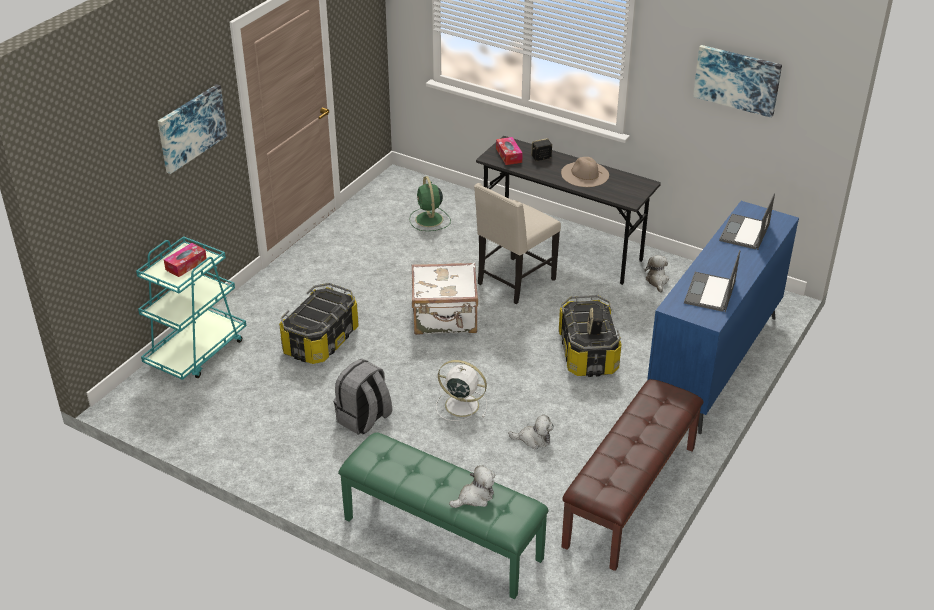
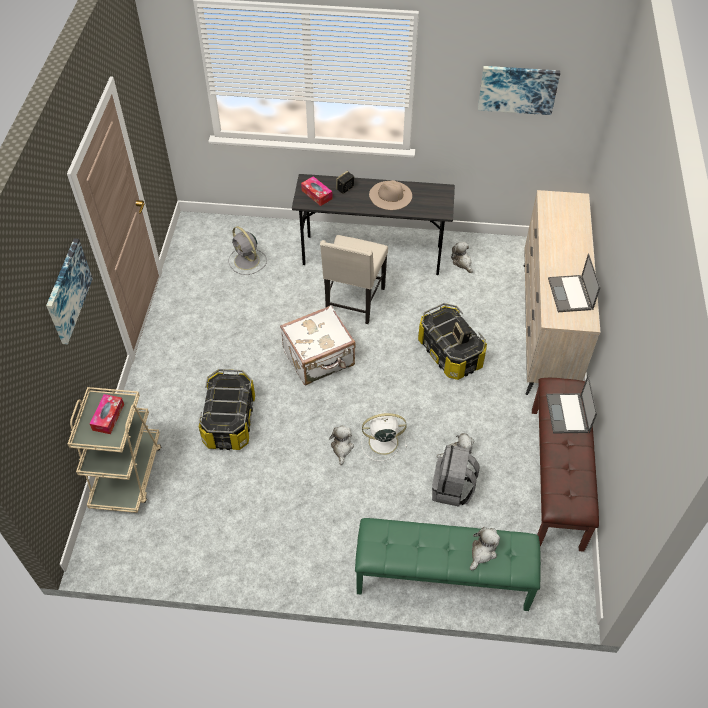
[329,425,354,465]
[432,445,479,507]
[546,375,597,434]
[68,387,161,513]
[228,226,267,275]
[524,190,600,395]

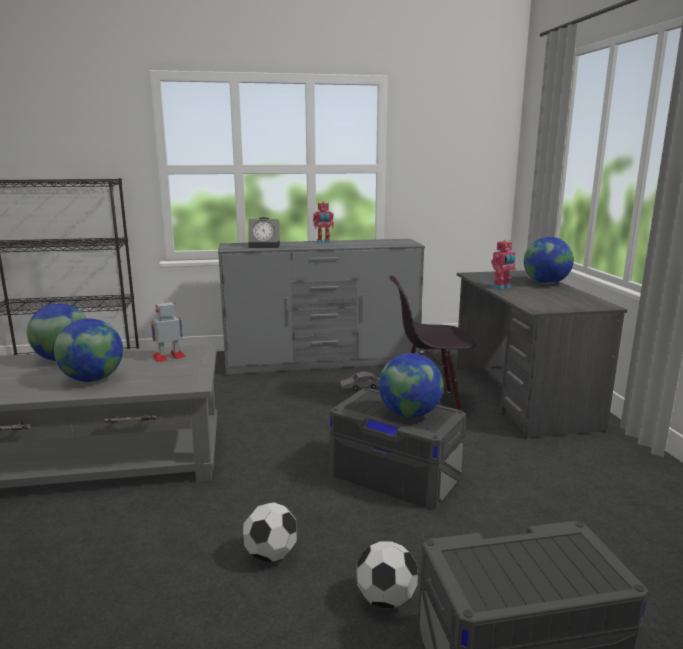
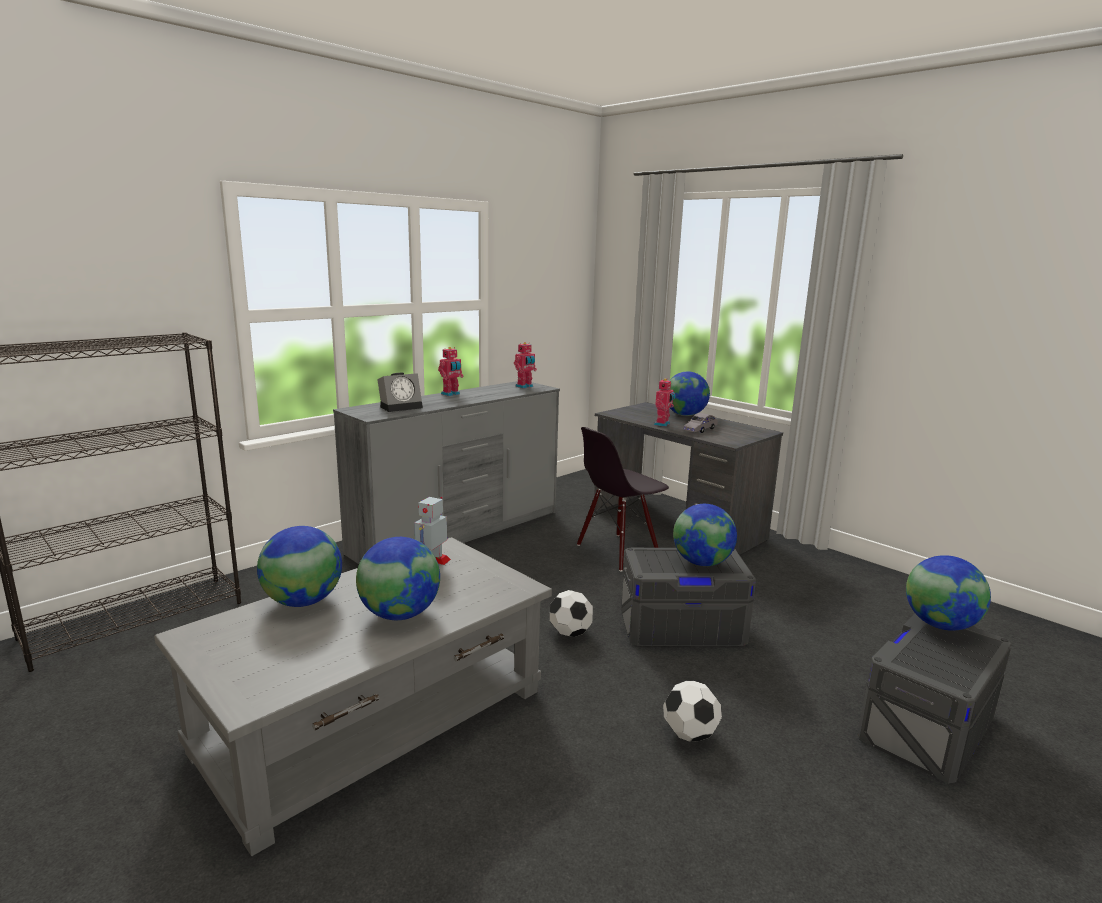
[514,342,537,388]
[906,555,991,631]
[683,413,718,433]
[550,590,593,637]

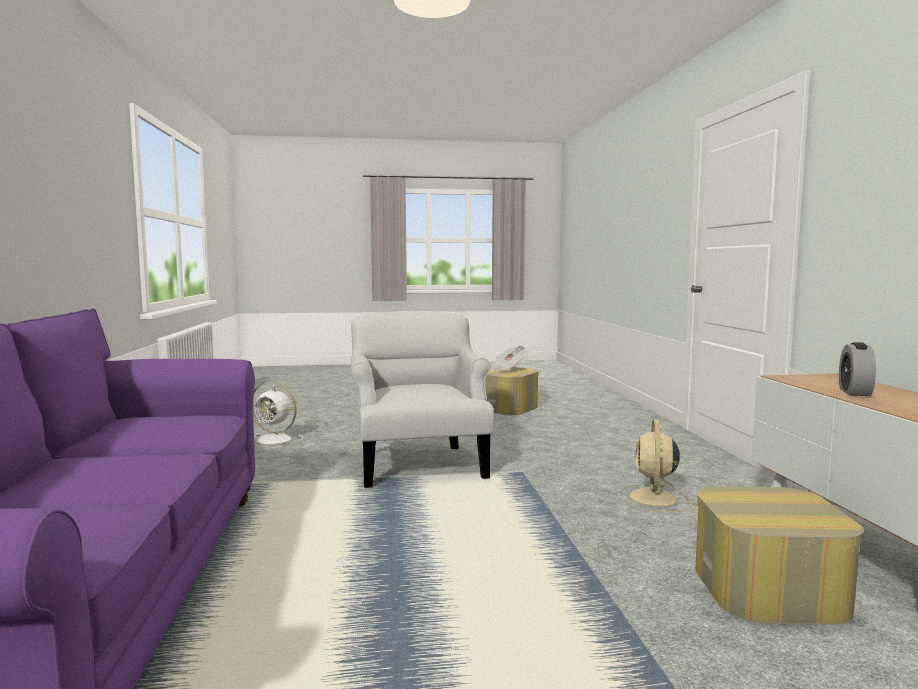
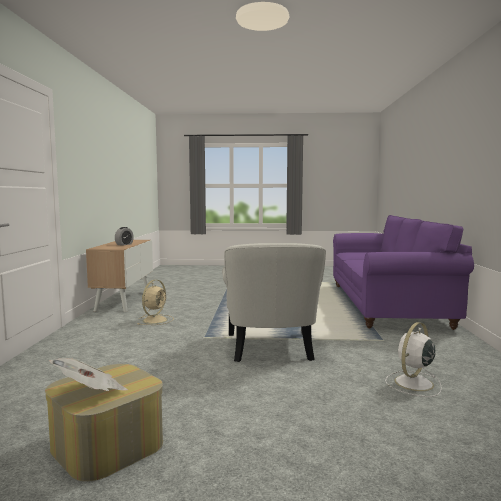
[695,486,864,625] (first image)
[385,322,442,397]

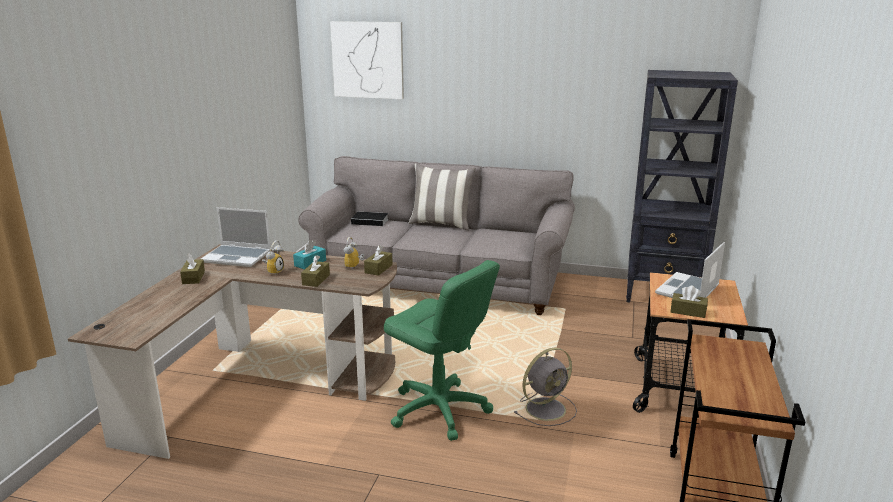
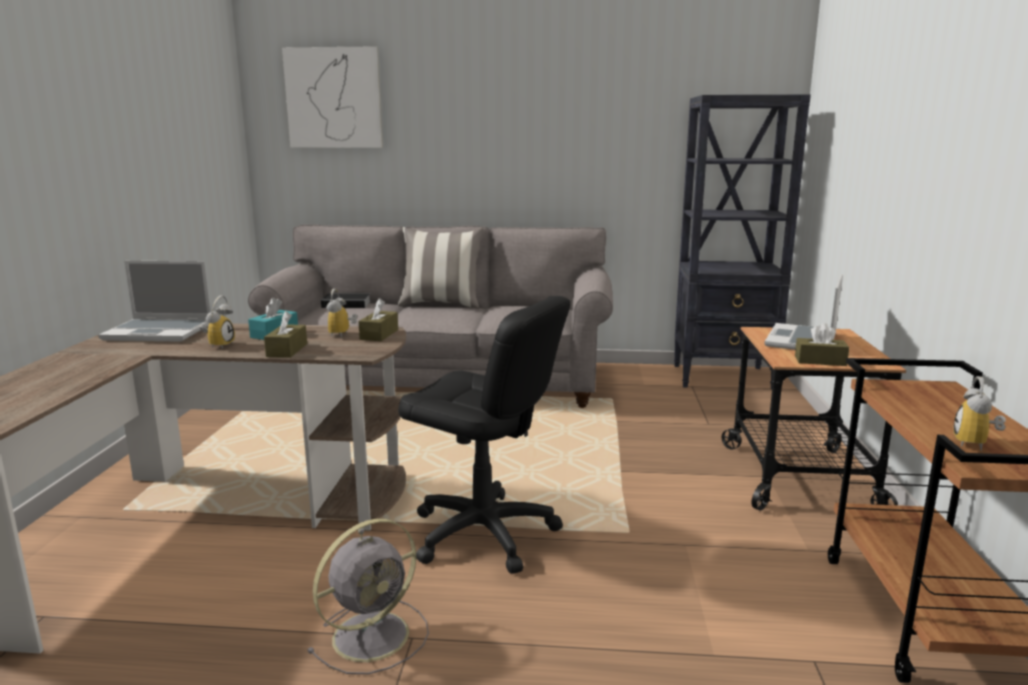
[180,253,205,284] (first image)
[953,376,1006,451]
[307,519,429,674]
[398,296,570,574]

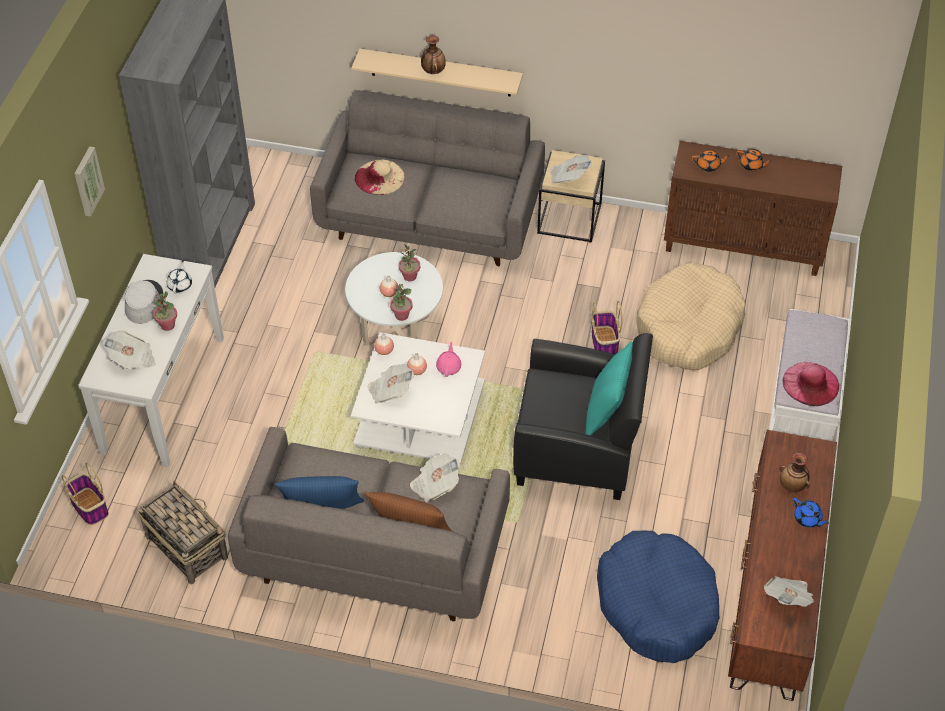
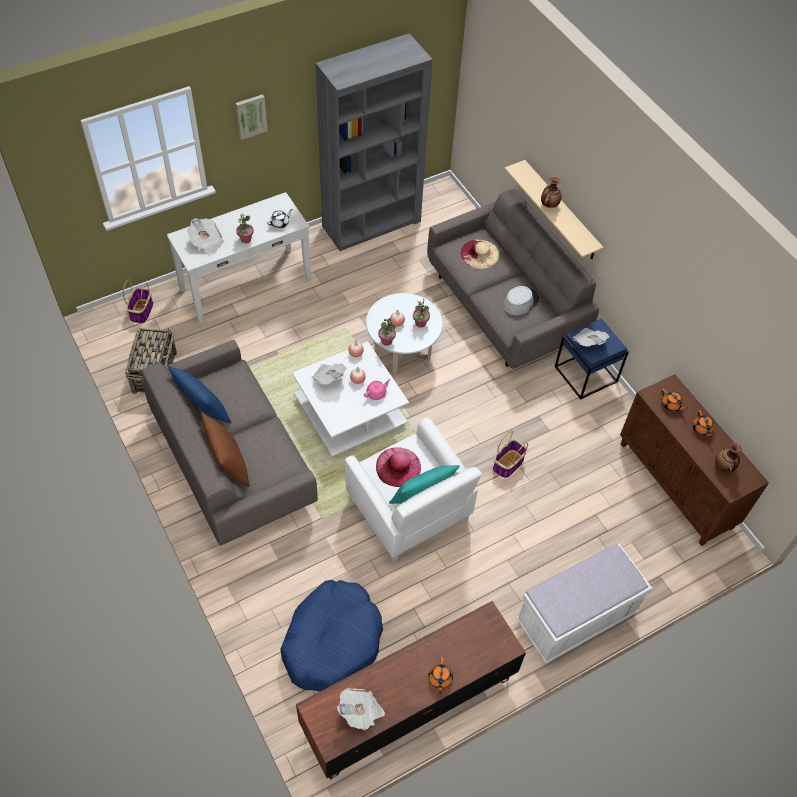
[410,453,460,503] (first image)
[637,263,745,370] (first image)
[503,286,539,315]
[715,442,742,473]
[376,447,421,487]
[345,417,482,562]
[555,318,629,400]
[428,657,453,694]

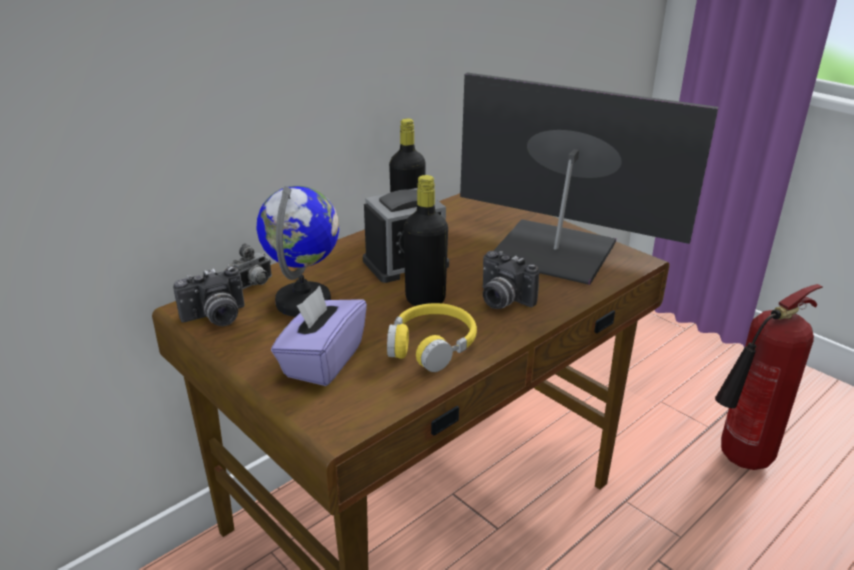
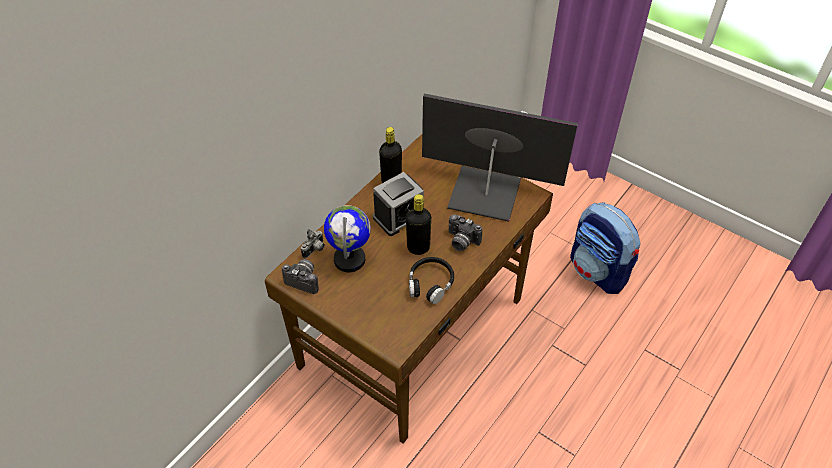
[271,286,367,386] (first image)
[570,203,640,294]
[409,257,454,304]
[282,259,319,294]

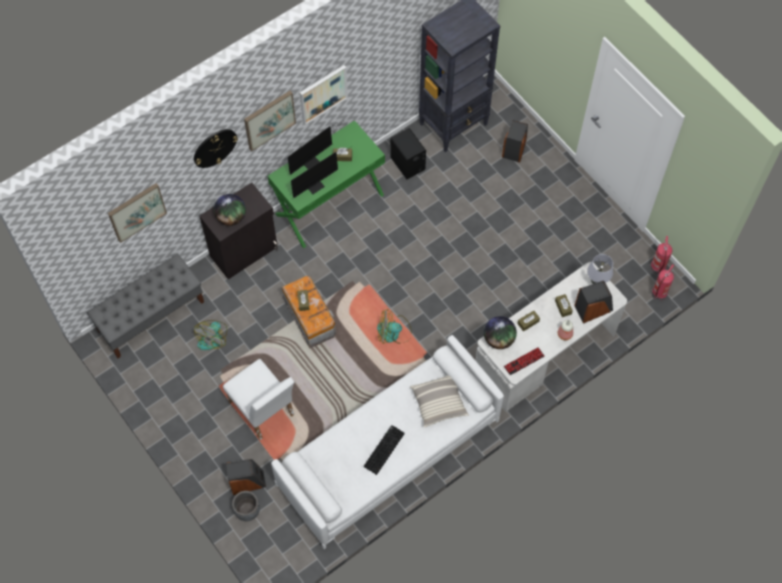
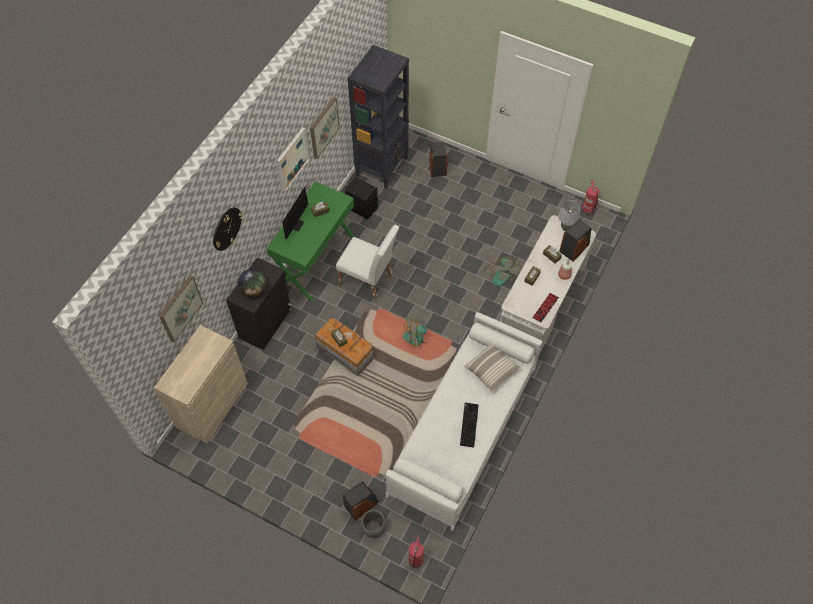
[291,147,350,198] (first image)
[484,316,517,349] (first image)
[484,258,521,286]
[336,225,399,301]
[310,97,340,159]
[408,537,424,568]
[154,325,248,444]

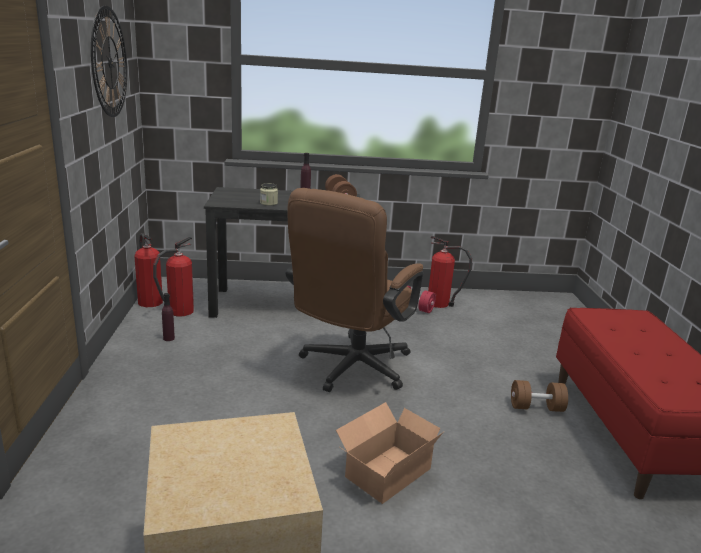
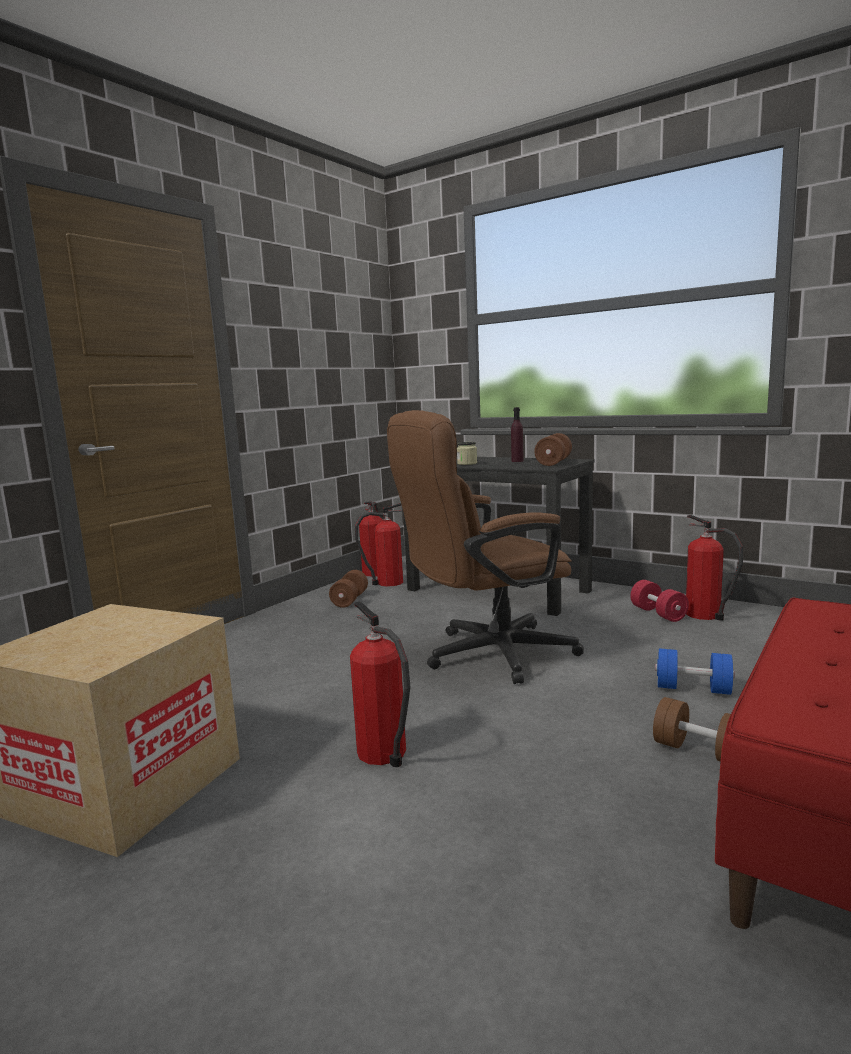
[91,6,127,117] (first image)
[655,648,735,695]
[329,570,368,608]
[350,602,411,767]

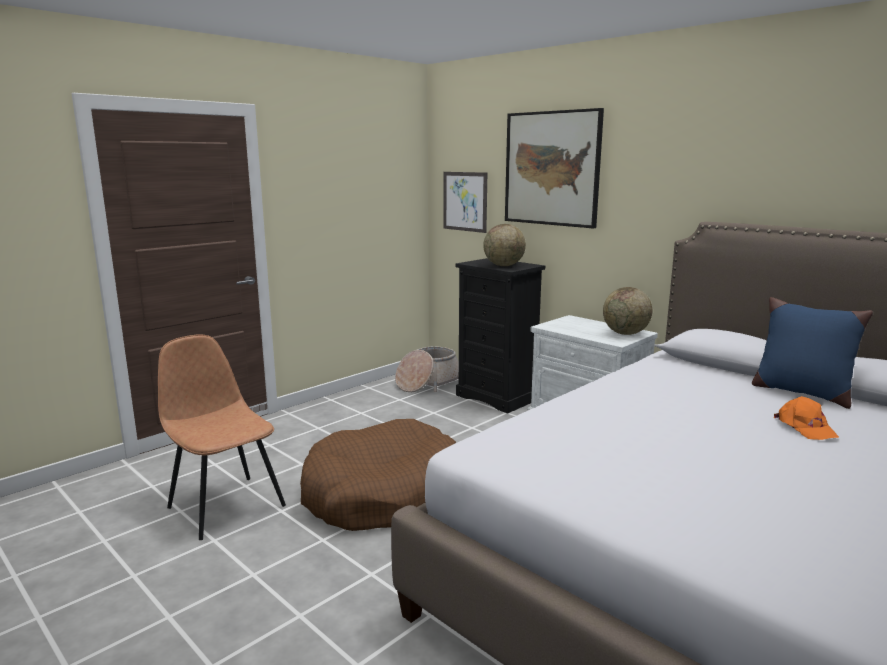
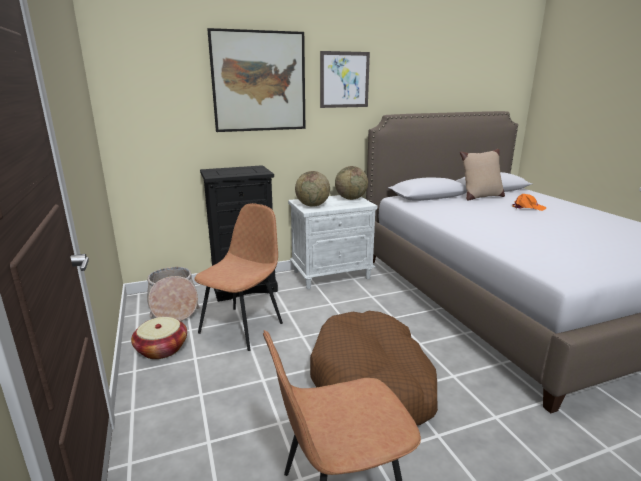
[131,317,187,359]
[194,203,283,351]
[320,51,370,108]
[295,171,330,207]
[460,149,505,201]

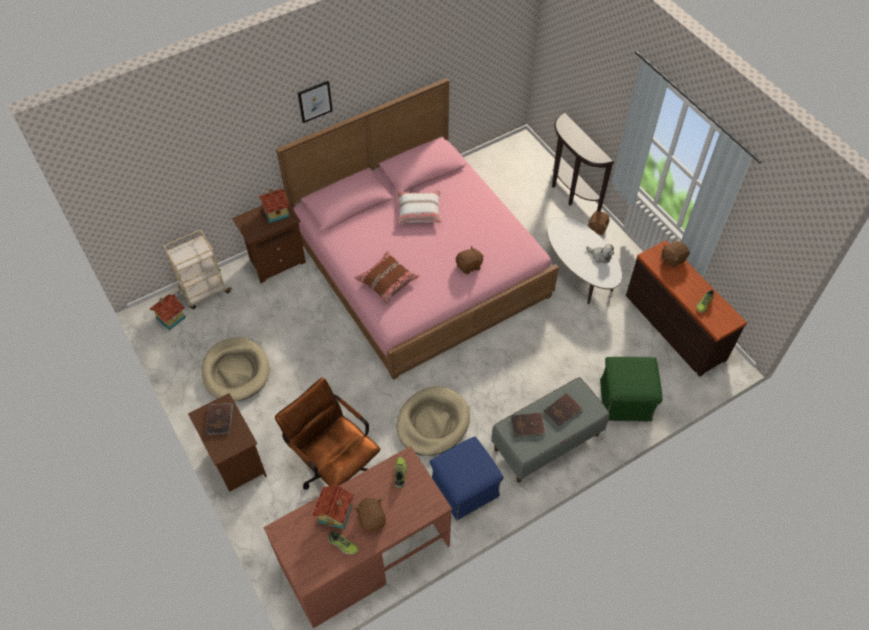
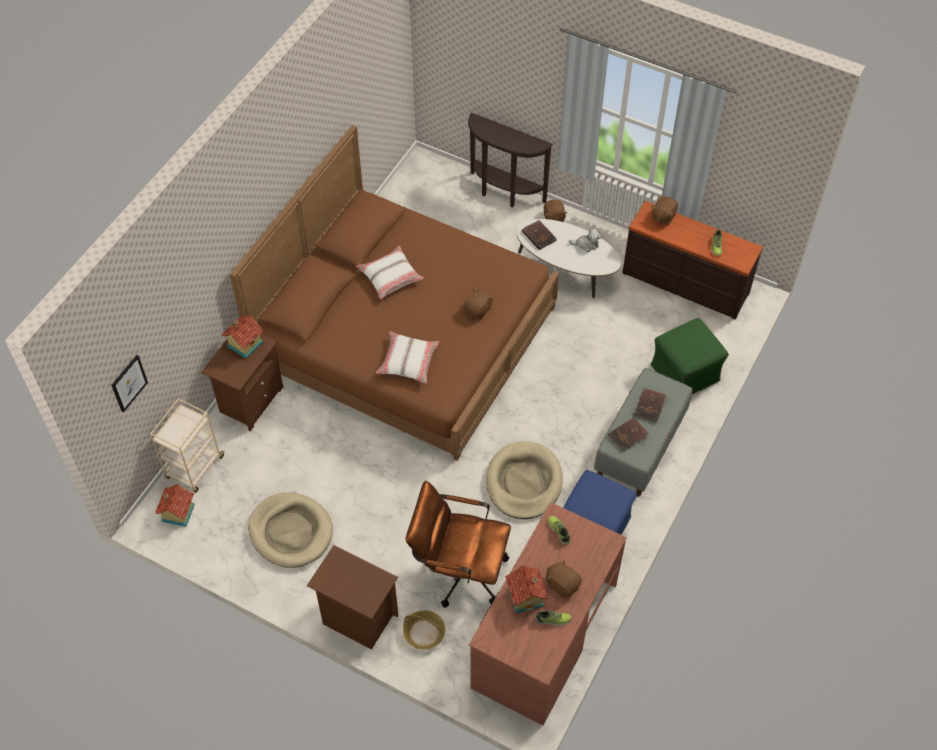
[403,610,445,650]
[522,220,557,250]
[111,355,148,413]
[230,125,559,461]
[376,331,439,383]

